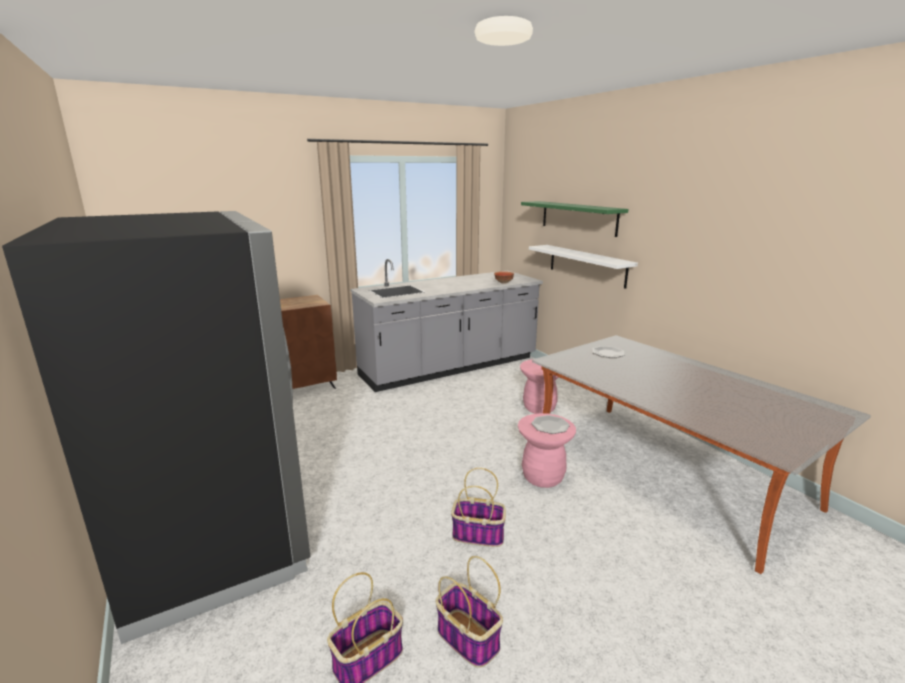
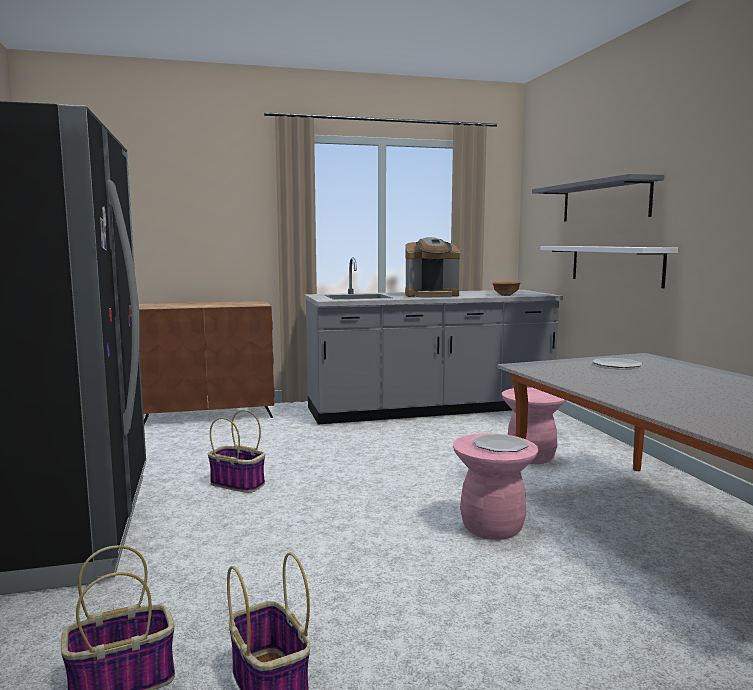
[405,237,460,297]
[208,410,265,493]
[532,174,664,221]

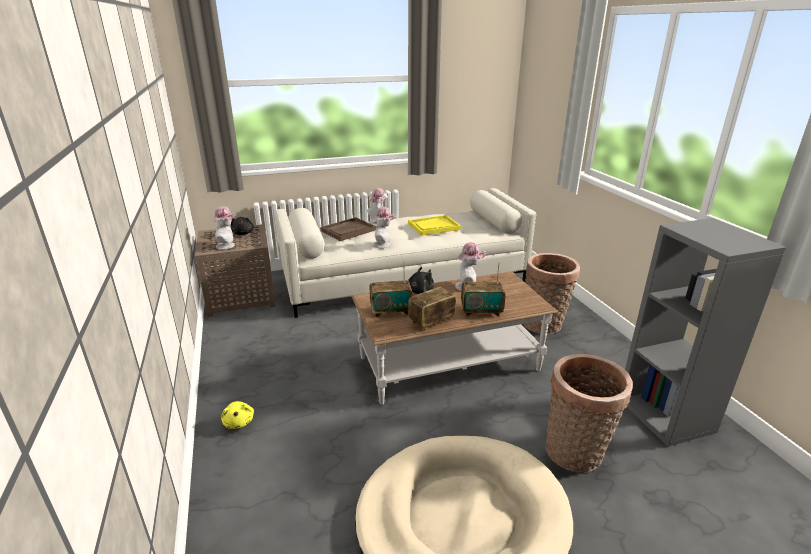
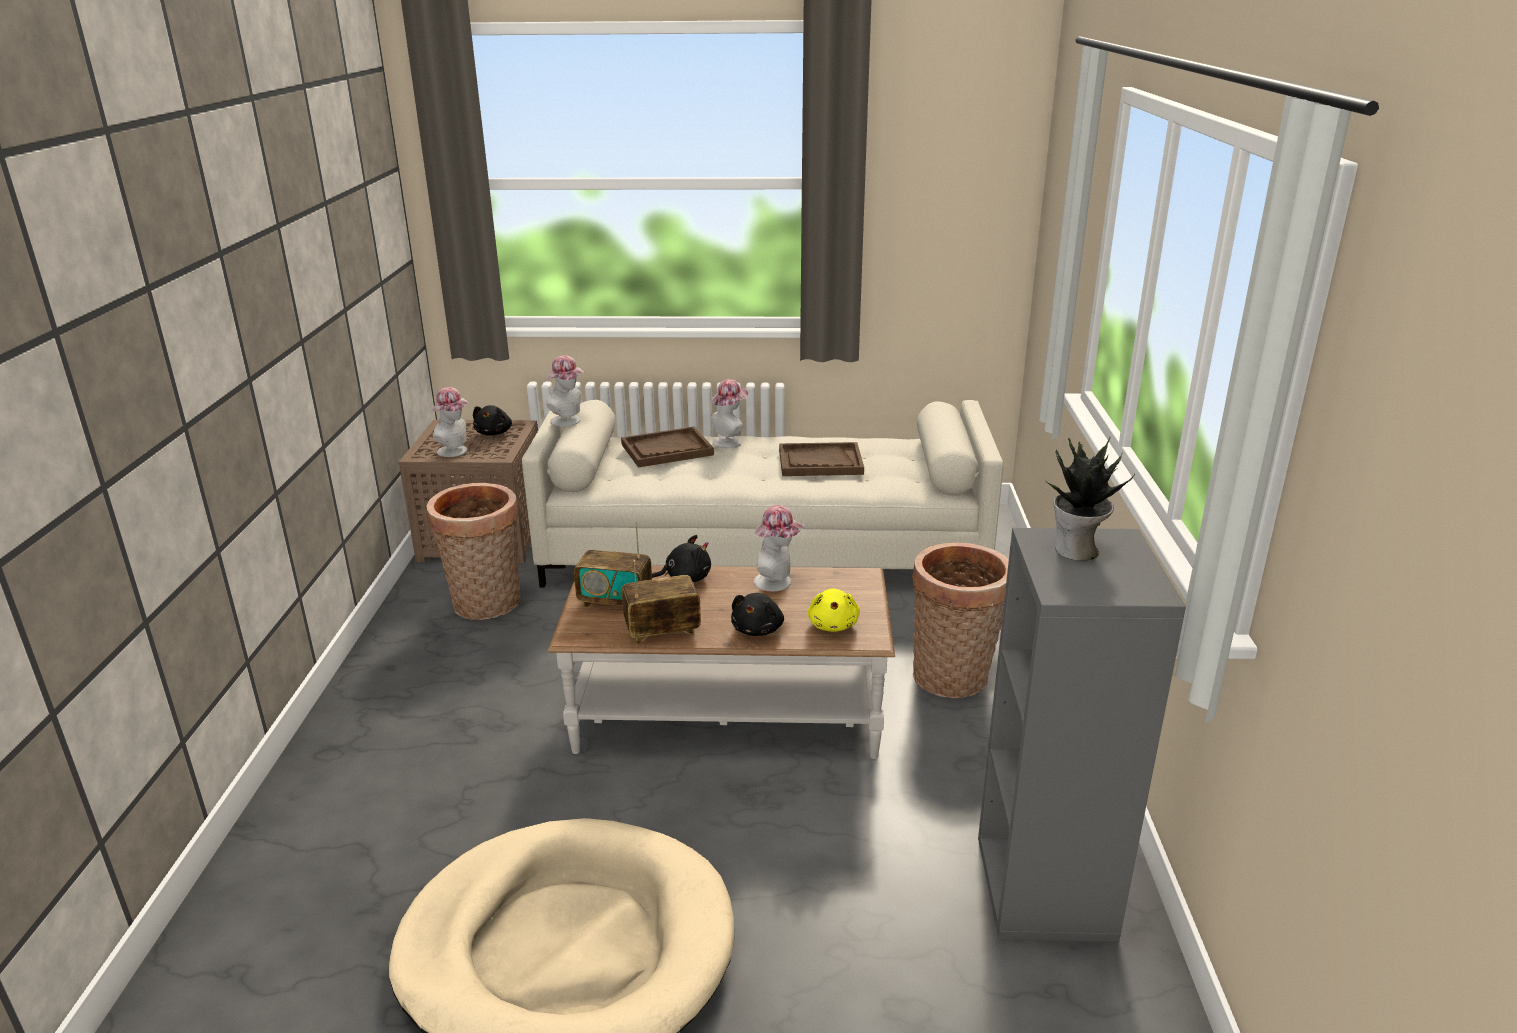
[1046,437,1135,560]
[807,589,860,632]
[546,355,585,427]
[427,483,520,620]
[731,593,784,636]
[779,442,864,476]

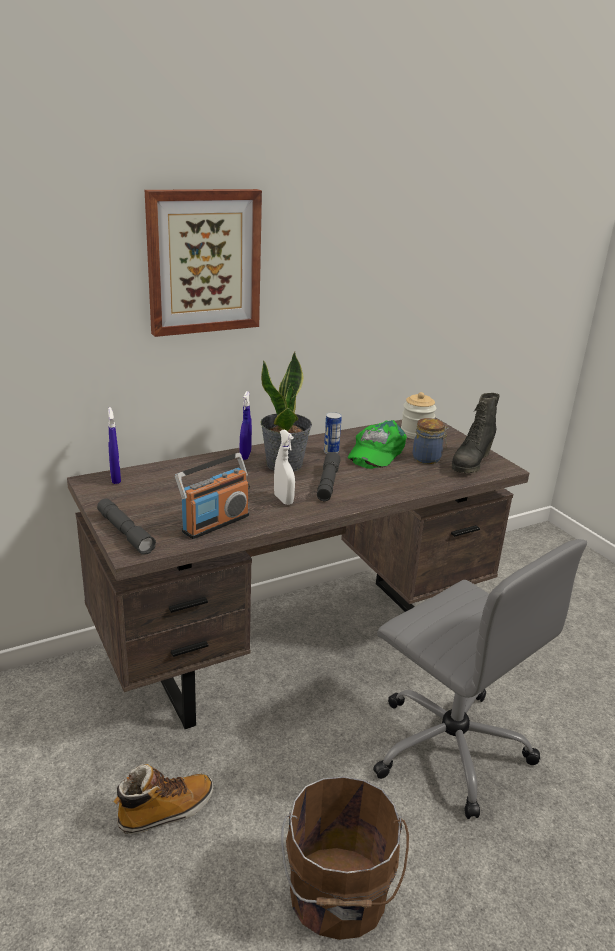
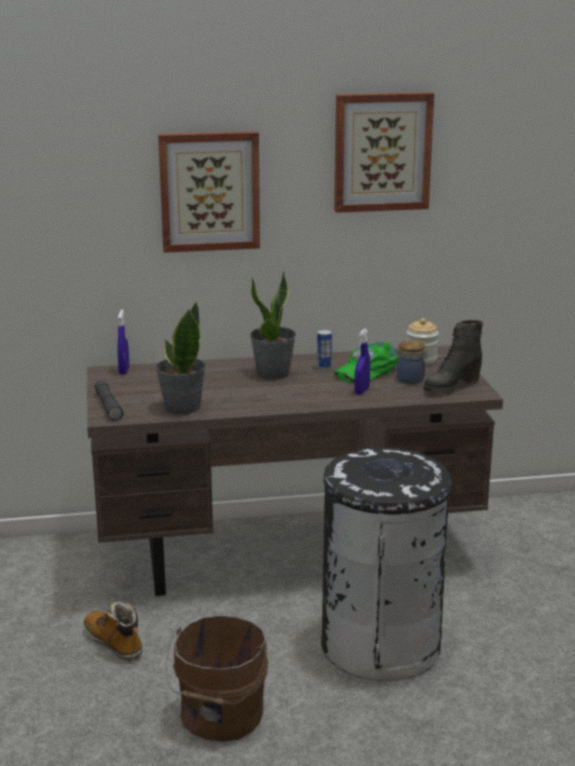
[274,429,295,505] (first image)
[317,452,340,501] (first image)
[334,92,434,213]
[354,329,370,395]
[155,301,206,415]
[321,448,456,681]
[84,601,143,661]

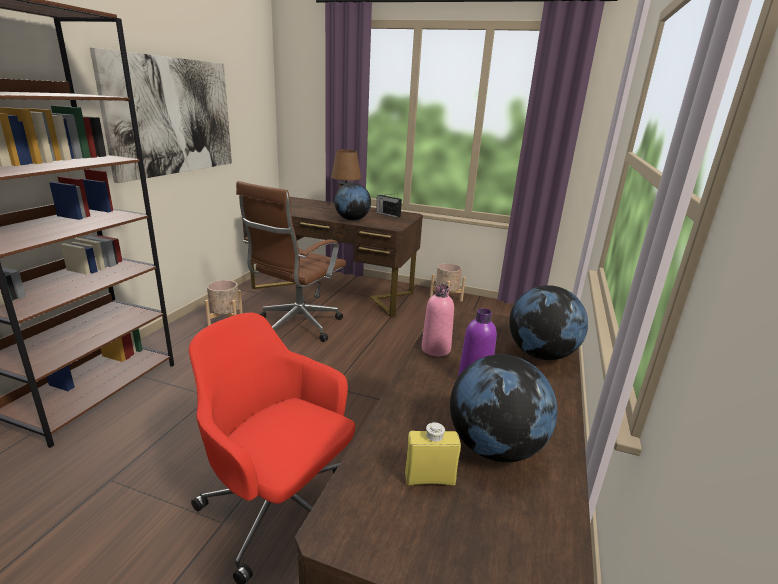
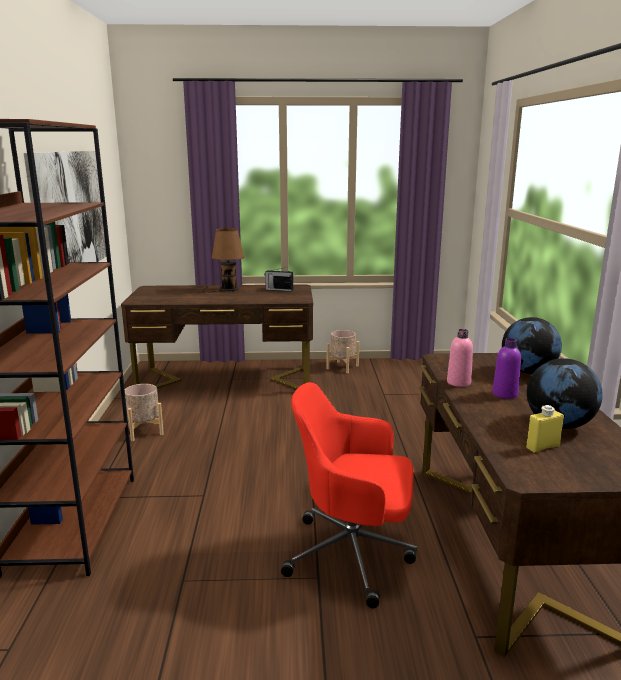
[236,181,346,342] (first image)
[334,183,371,221] (first image)

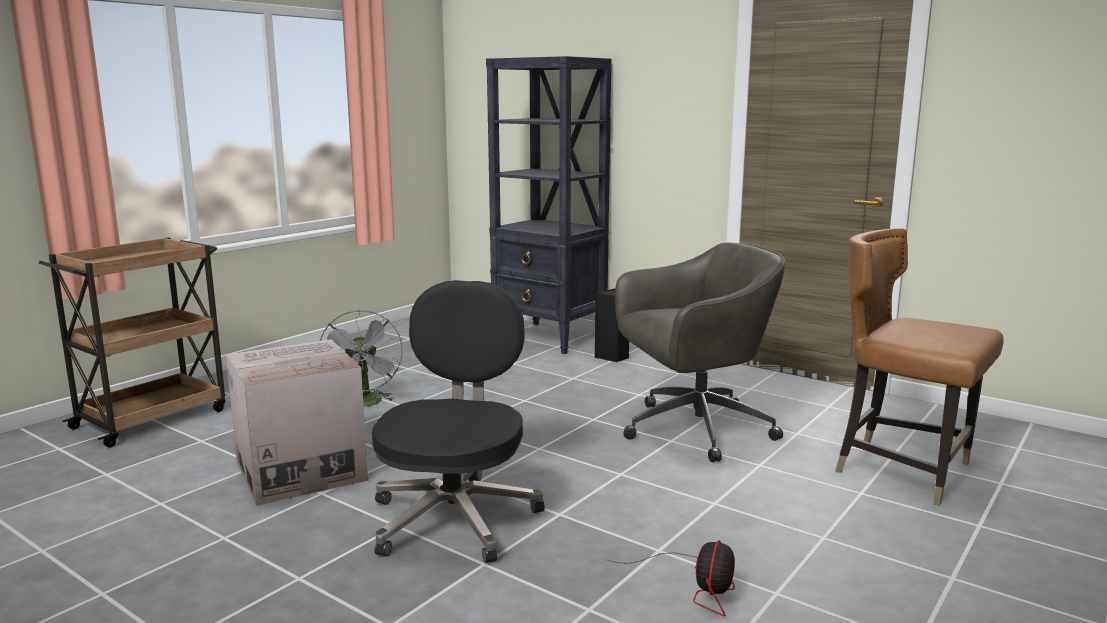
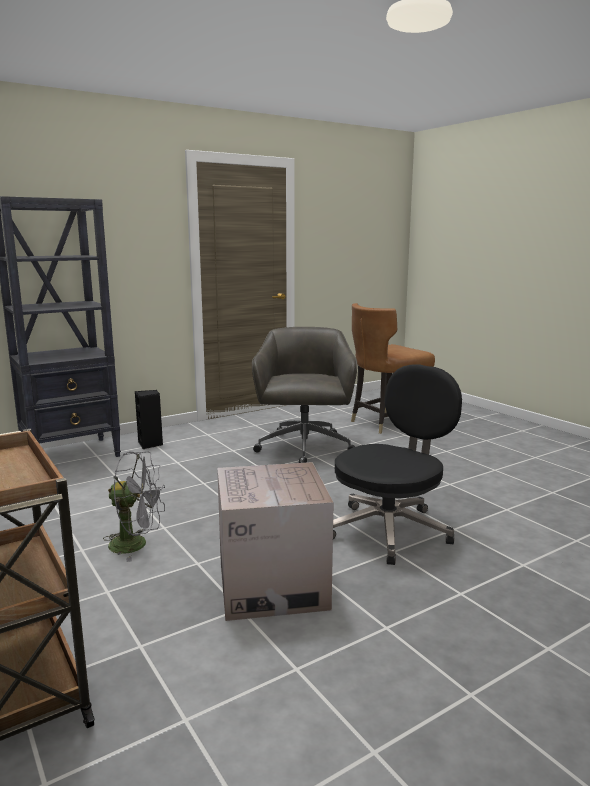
[607,540,735,616] (first image)
[333,364,462,565]

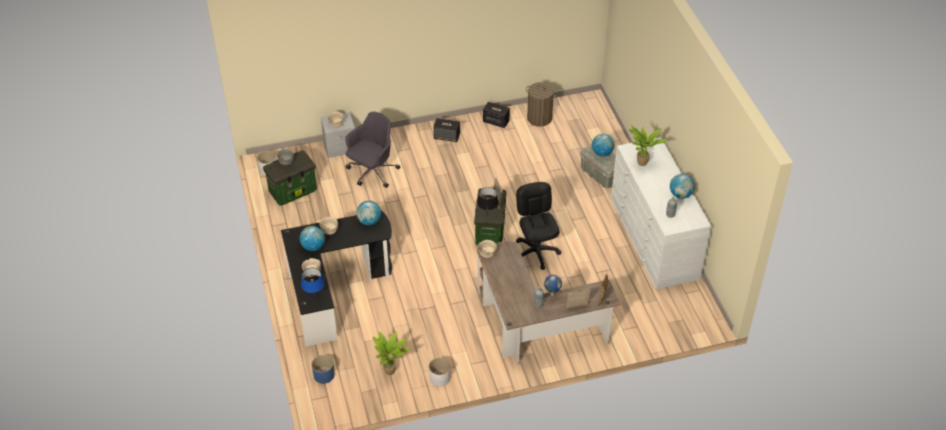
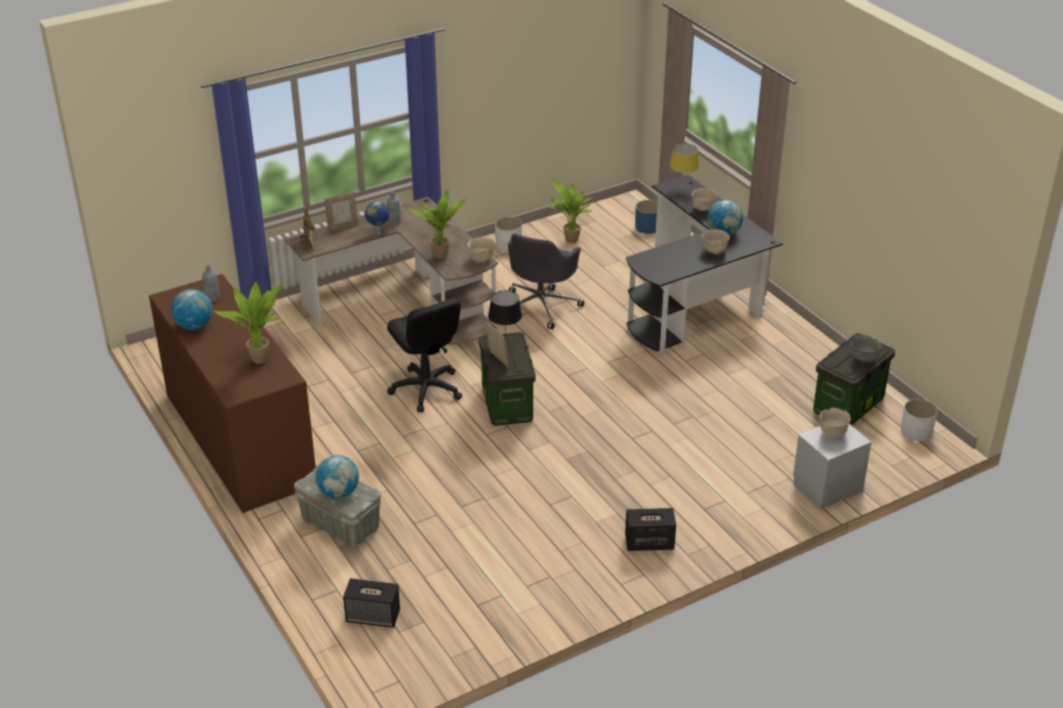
[356,201,381,225] (first image)
[526,82,556,127] (first image)
[408,190,465,259]
[508,234,584,330]
[343,578,400,628]
[669,143,700,182]
[149,274,316,513]

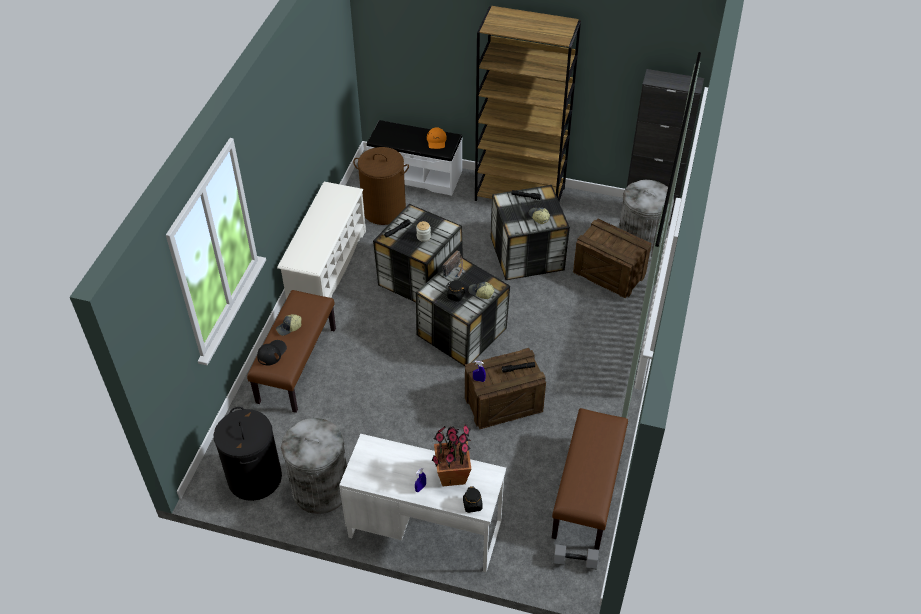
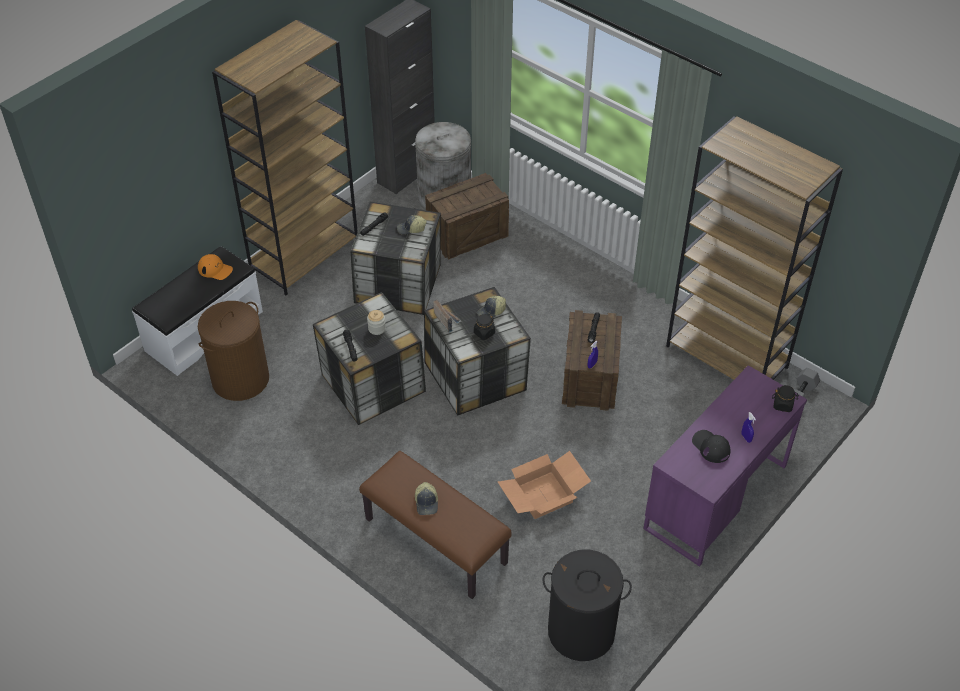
[277,182,366,299] (first image)
[281,418,347,514] (first image)
[432,425,471,486] (first image)
[498,451,591,519]
[692,430,731,463]
[666,116,843,380]
[643,365,807,567]

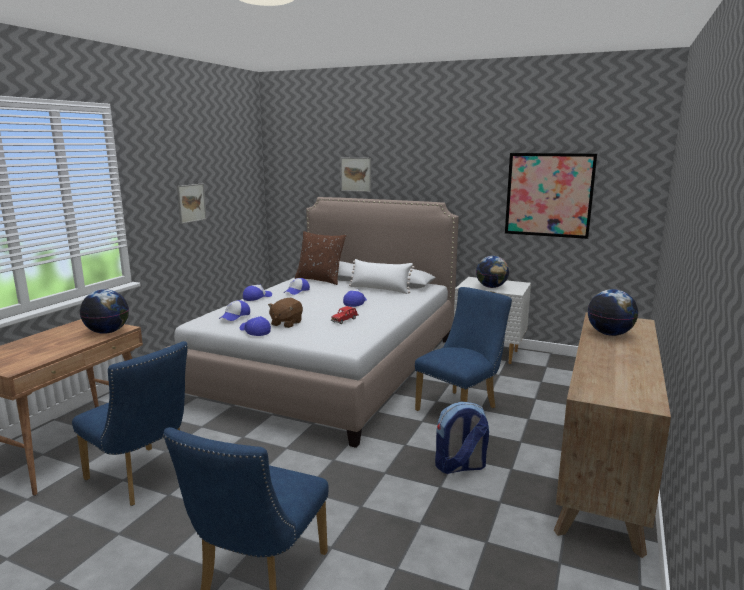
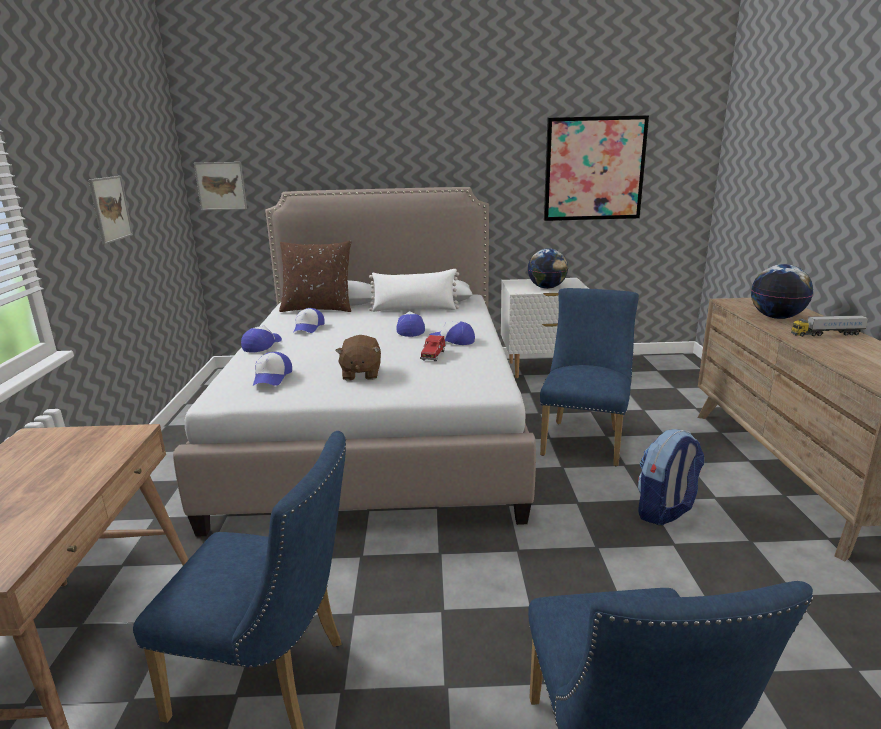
[80,289,129,334] (first image)
[791,315,868,337]
[430,321,475,345]
[194,162,247,210]

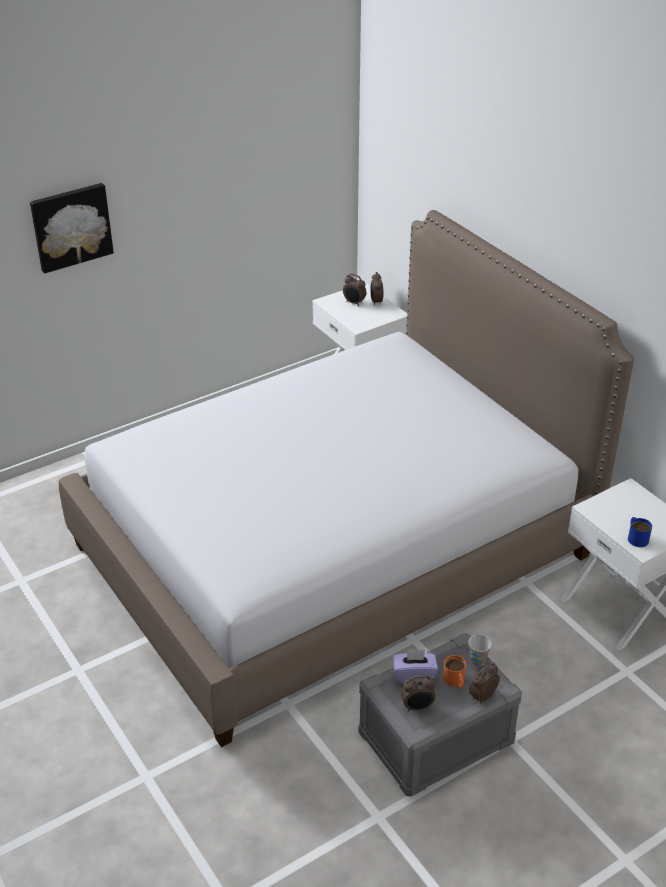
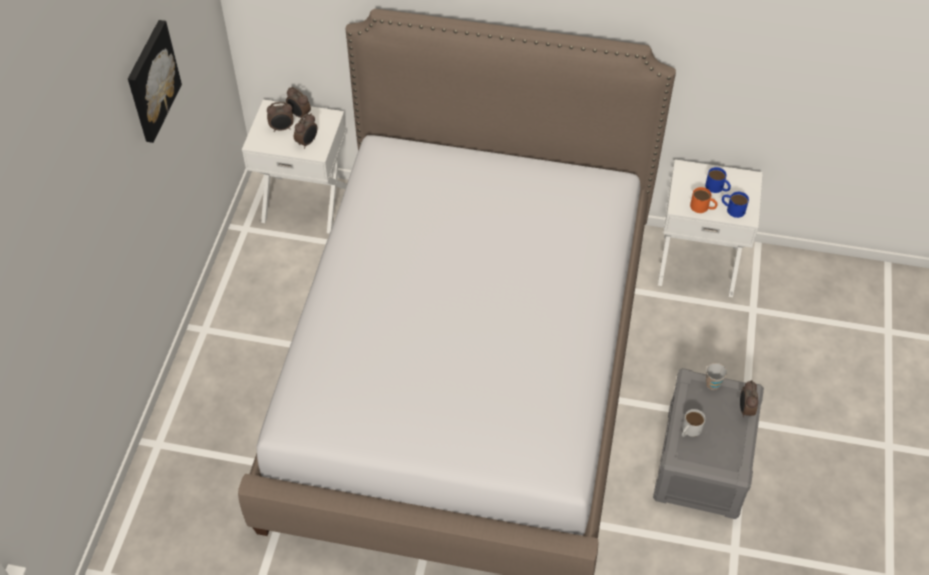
[705,167,731,193]
[128,20,182,143]
[294,113,317,149]
[690,187,718,213]
[682,409,705,437]

